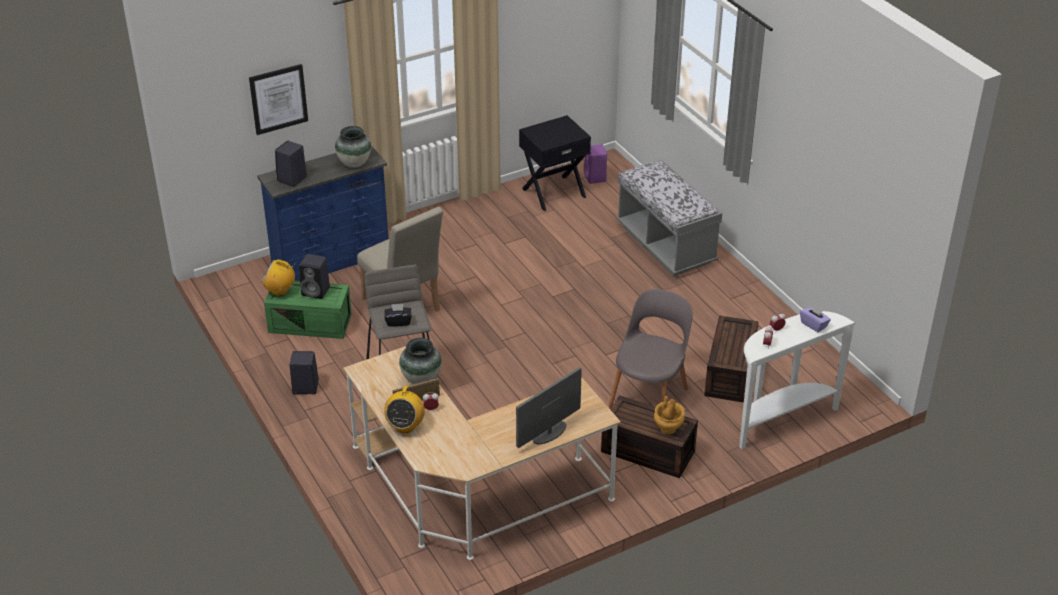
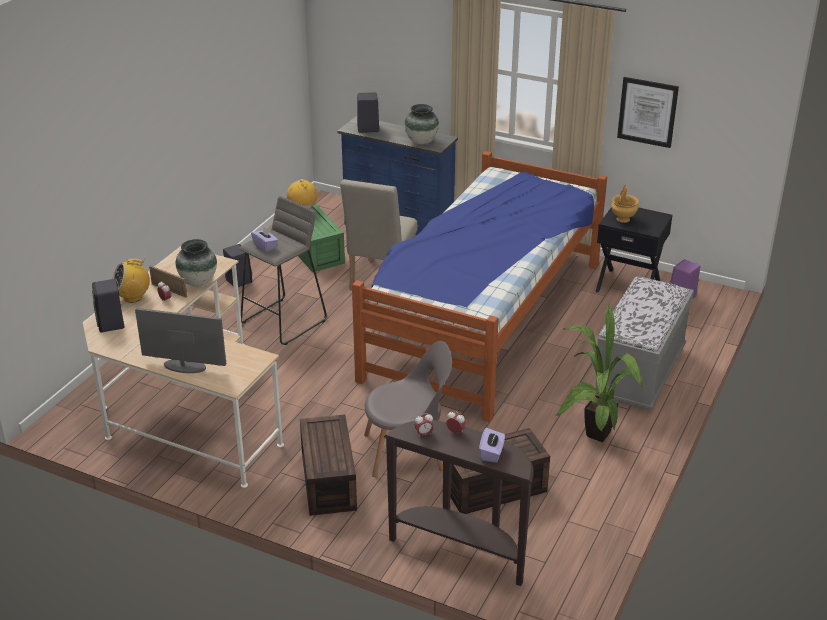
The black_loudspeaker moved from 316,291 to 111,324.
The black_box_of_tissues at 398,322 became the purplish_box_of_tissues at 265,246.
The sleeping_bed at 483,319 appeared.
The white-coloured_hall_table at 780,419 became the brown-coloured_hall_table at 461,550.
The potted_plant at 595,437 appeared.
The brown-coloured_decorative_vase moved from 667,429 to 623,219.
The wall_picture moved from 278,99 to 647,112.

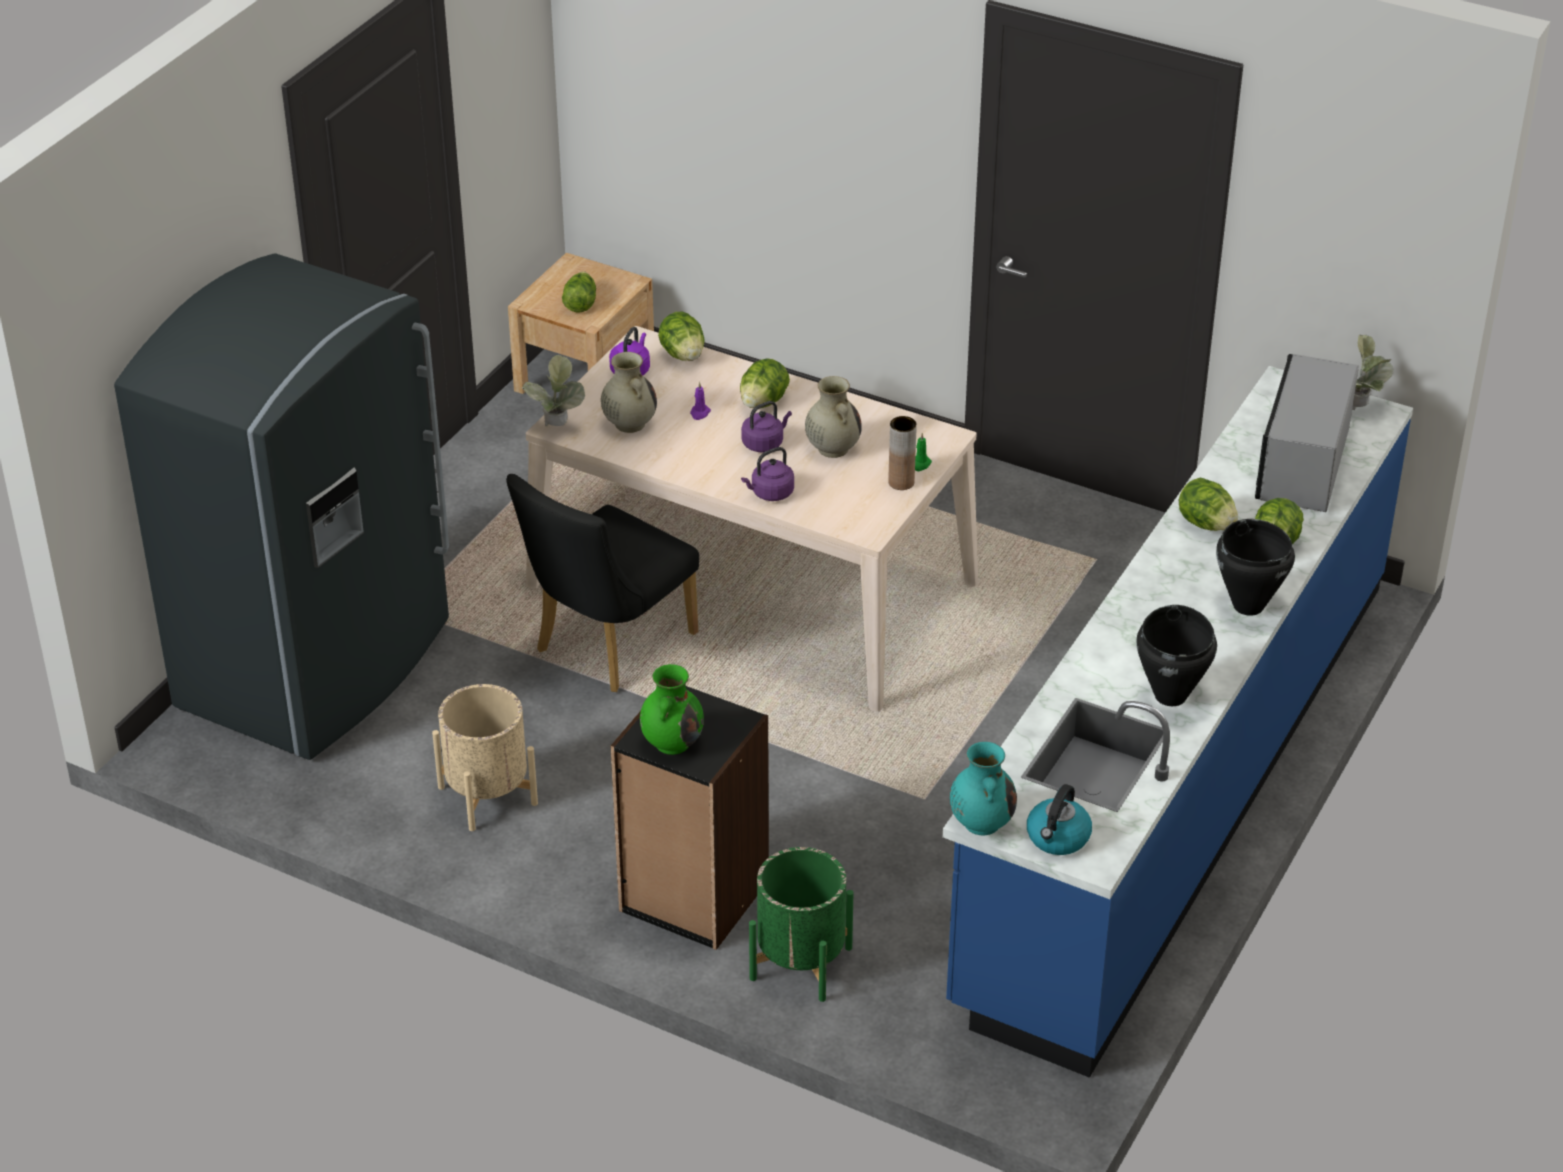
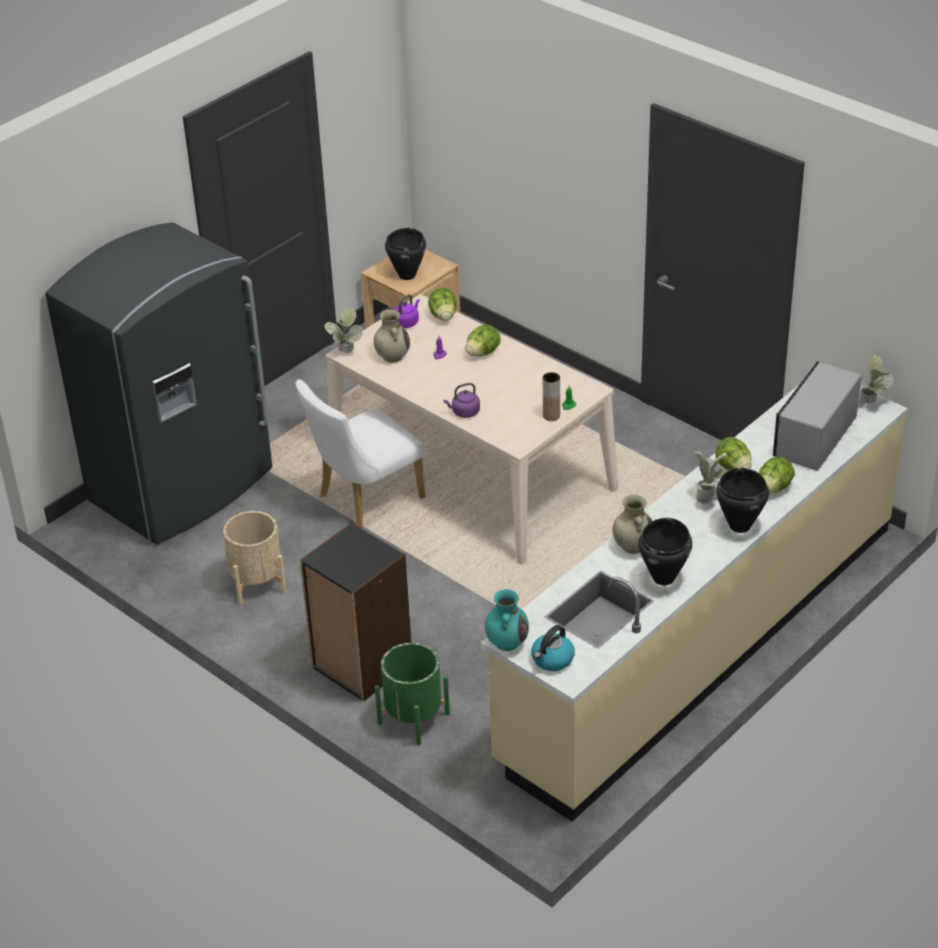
The black_chair at 607,647 became the white-coloured_chair at 364,499.
The lettuce at 580,302 was replaced by the black_stockpot at 406,275.
The blue-coloured_kitchen_counter at 1176,786 became the beige_kitchen_counter at 700,641.
The beige_decorative_vase moved from 832,448 to 632,545.
The potted_plant at 709,497 appeared.
The green-coloured_decorative_vase at 672,742 disappeared.
The purplish_water_kettle at 764,443 disappeared.

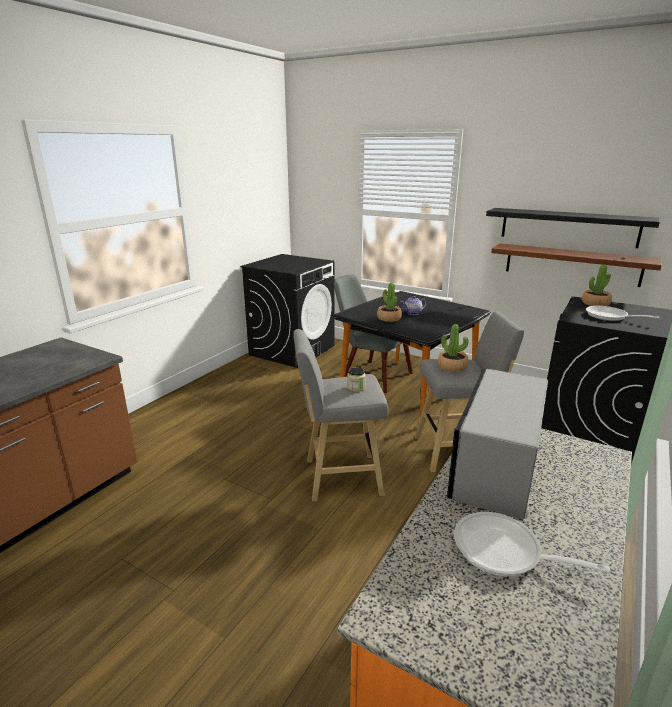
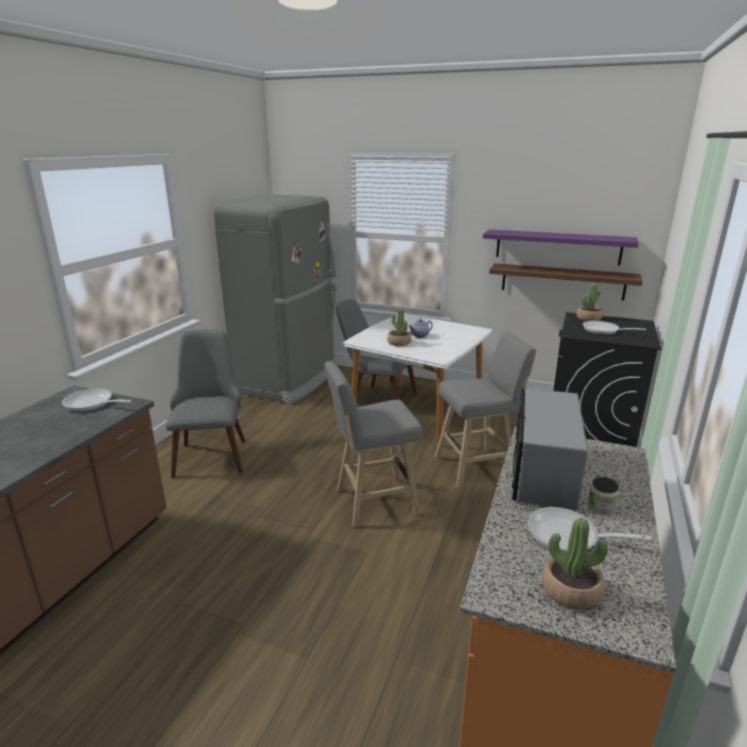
The frying_pan at 92,404 appeared.
The gray_chair at 212,452 appeared.
The black_laundry_machine at 292,350 was replaced by the gray_refrigerator at 289,379.
The black_dinner_table at 408,391 became the white-coloured_dinner_table at 417,413.
The black_wall_shelf at 568,227 became the purplish_wall_shelf at 557,247.
The potted_plant moved from 452,366 to 571,590.
The storage_jar moved from 356,387 to 601,507.

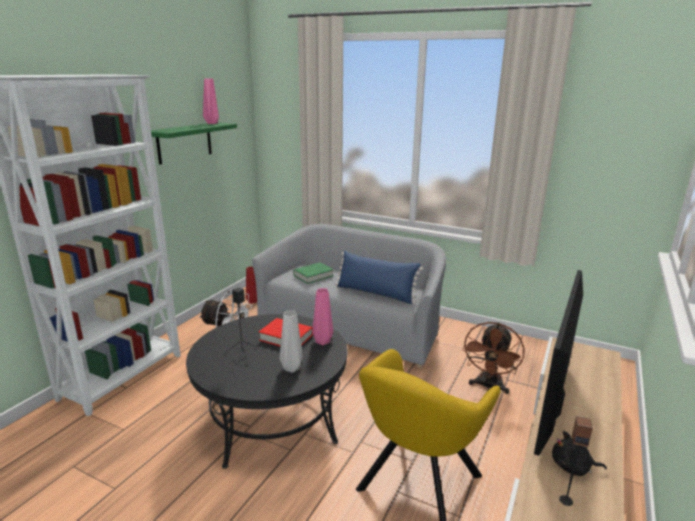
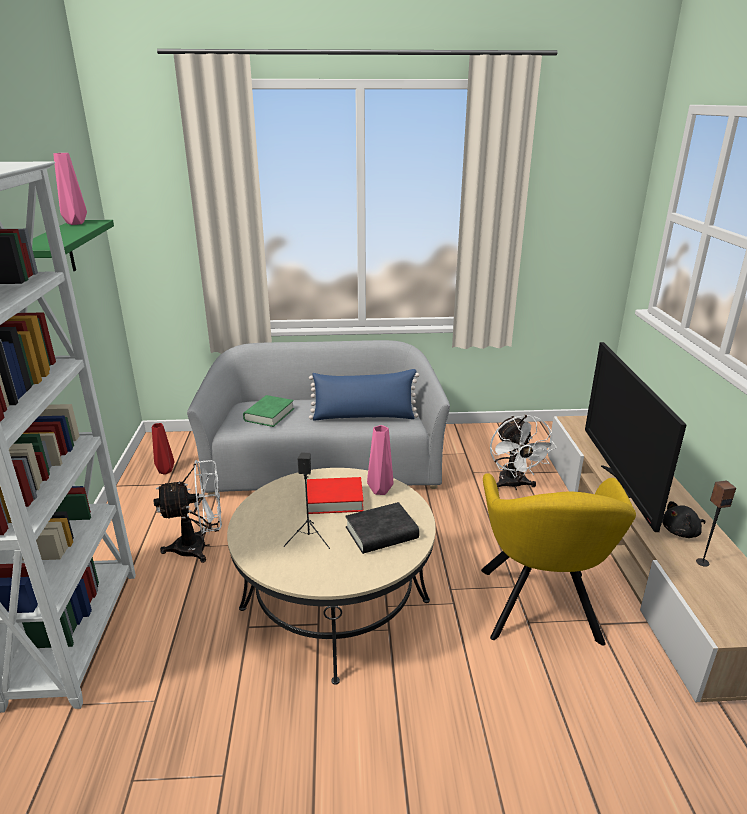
The black_low_table at 272,418 became the beige_low_table at 335,604.
The gray_decorative_vase at 290,368 was replaced by the black_bound_book at 381,533.
The brown-coloured_cooling_fan at 488,386 became the white-coloured_cooling_fan at 513,485.

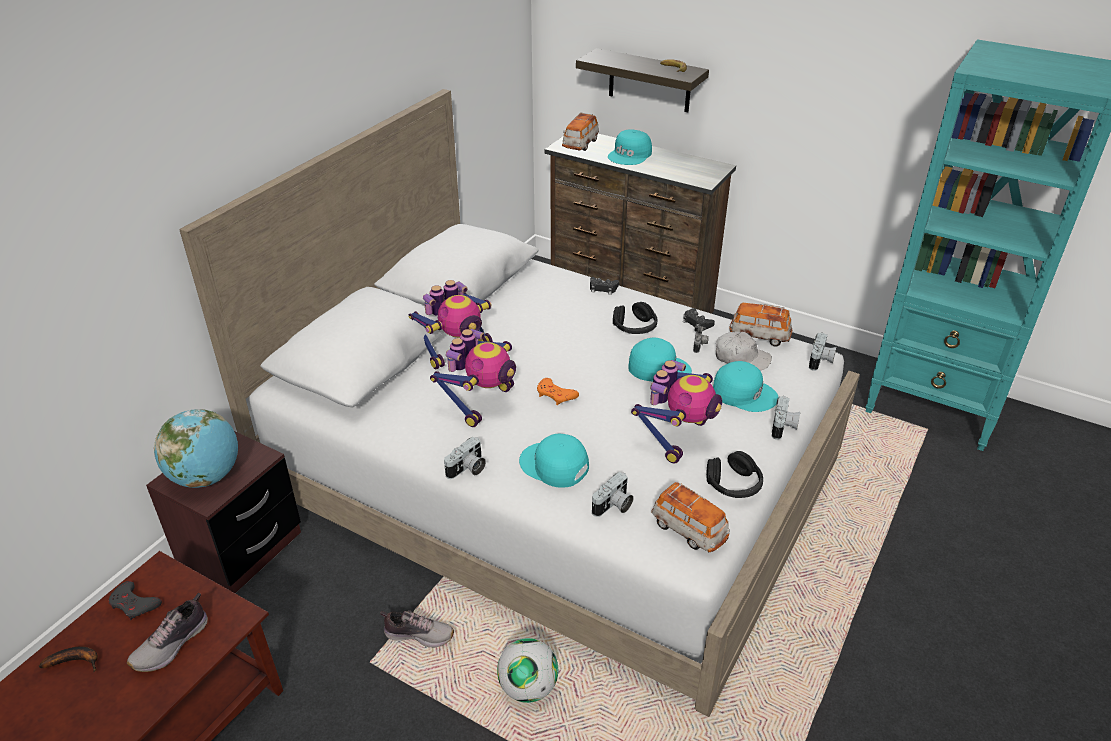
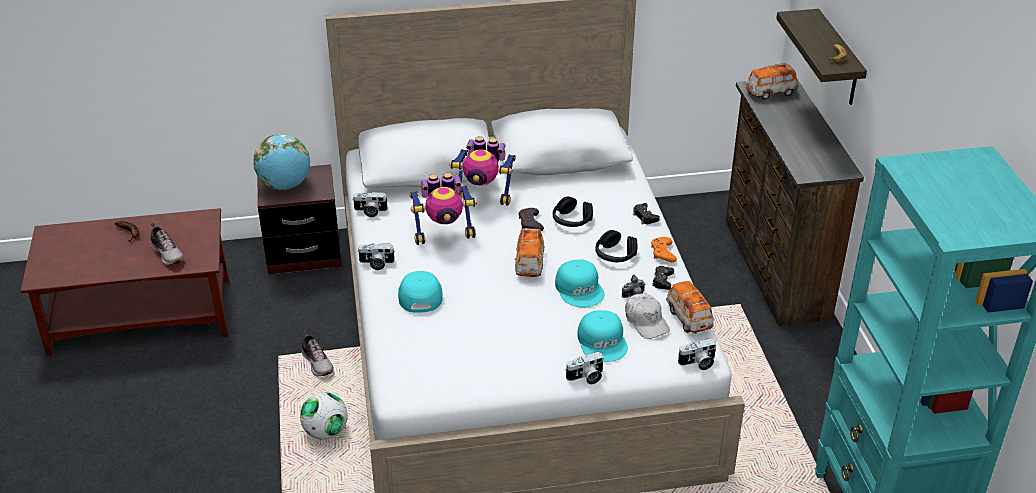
The item_of_footwear at 172,644 turned 120 degrees counterclockwise.
The photo_camera moved from 613,506 to 370,211.
The miniature_car moved from 689,530 to 529,264.
The gray_game_controller moved from 134,604 to 530,223.
The black_headphones moved from 733,485 to 572,220.
The orange-coloured_game_controller moved from 556,395 to 663,252.
The turquoise-coloured_cap at 630,155 disappeared.
The robot_figure at 677,436 disappeared.

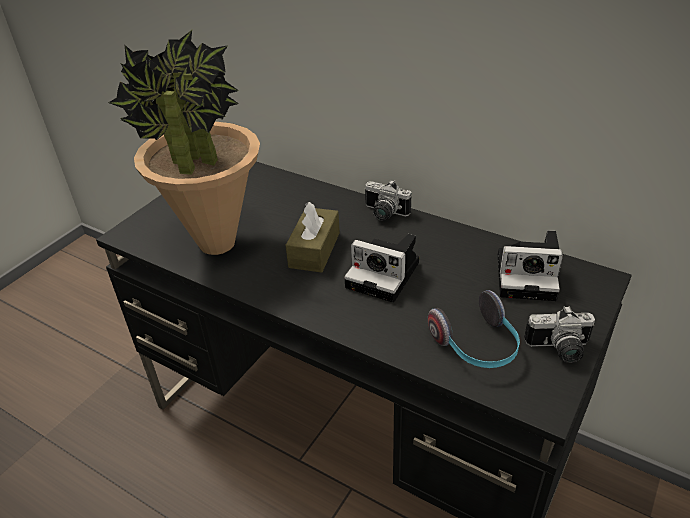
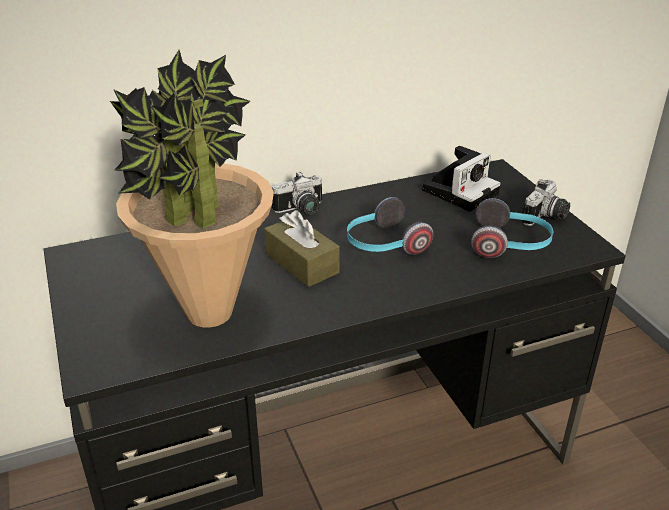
The photo_camera at 386,275 was replaced by the headphones at 384,245.

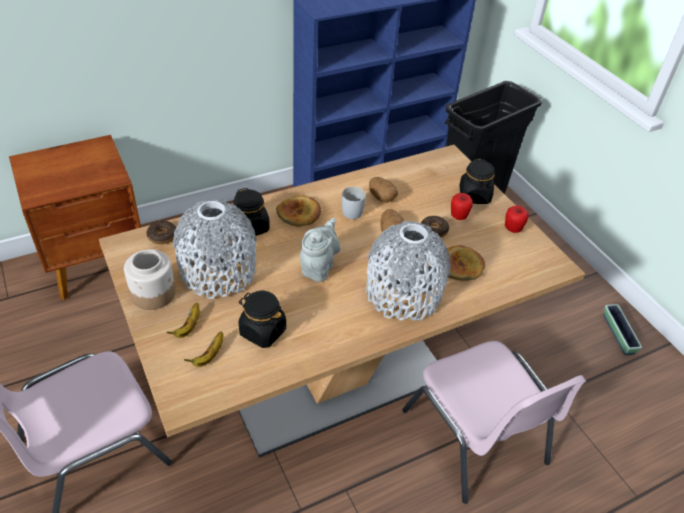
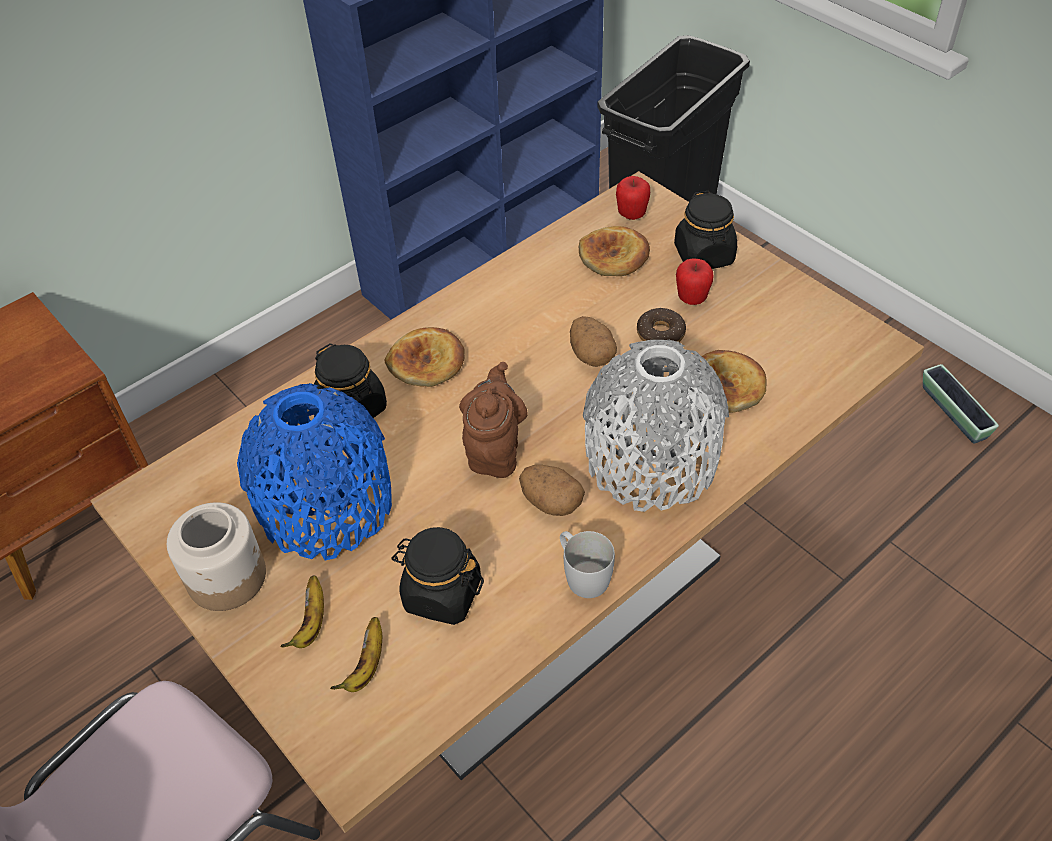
The gray_decorative_vase at 218,272 became the blue-coloured_decorative_vase at 326,506.
The gray_pot_for_tea at 318,267 became the brown-coloured_pot_for_tea at 494,450.
The whole_potato moved from 381,197 to 551,502.
The white-coloured_mug moved from 350,210 to 582,574.
The bread at 614,256 appeared.
The apple_fruit moved from 512,229 to 631,215.
The ring_doughnut at 162,236 disappeared.
The pink_chair at 476,438 disappeared.

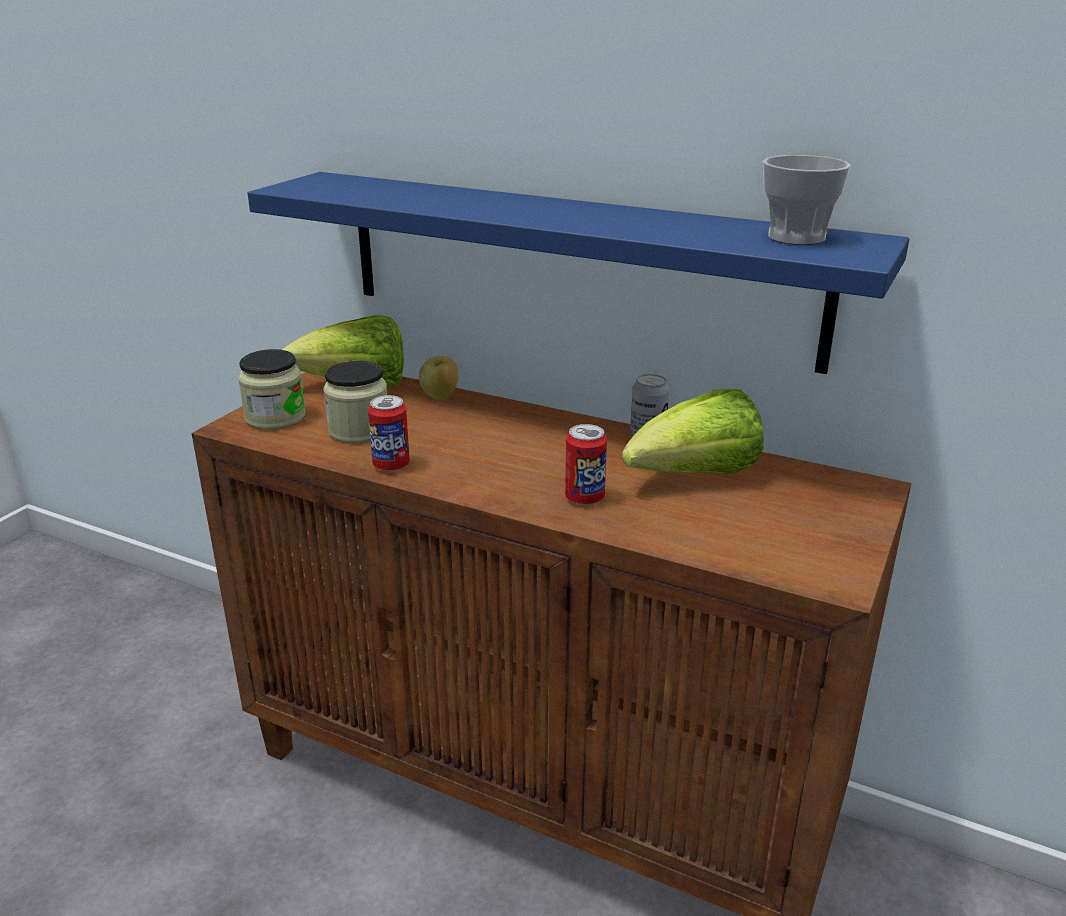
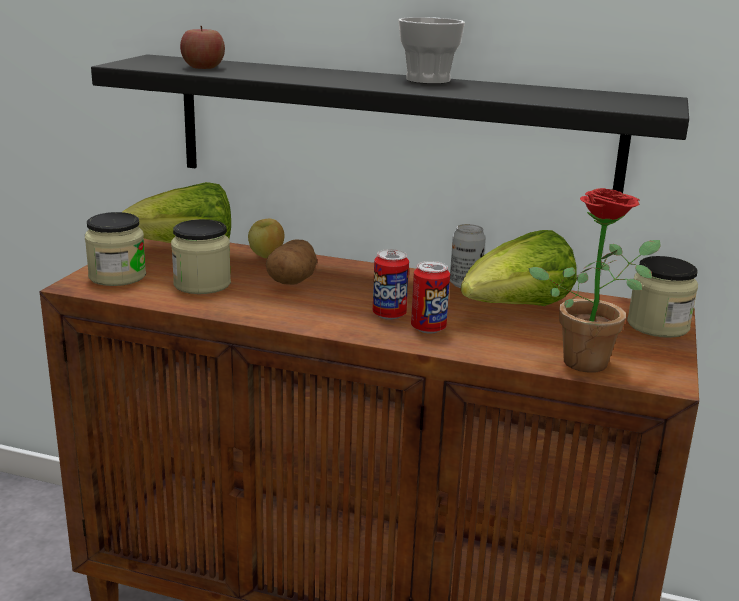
The blue-coloured_wall_shelf at 573,266 became the black_wall_shelf at 392,133.
The apple_fruit at 203,67 appeared.
The whole_potato at 292,281 appeared.
The metal_can moved from 391,465 to 389,315.
The small_cup moved from 796,237 to 428,80.
The potted_plant at 590,359 appeared.
The storage_jar at 658,325 appeared.

